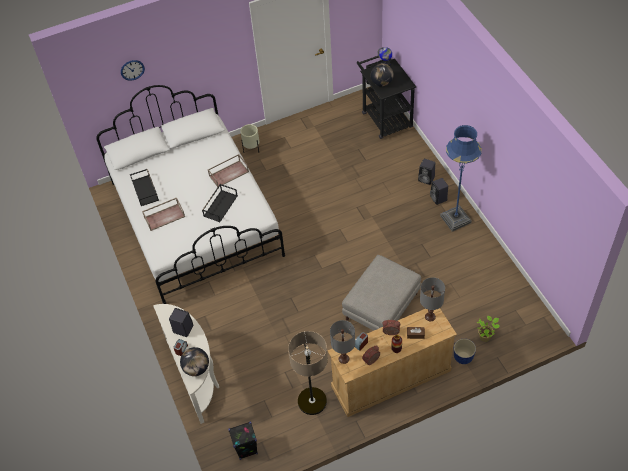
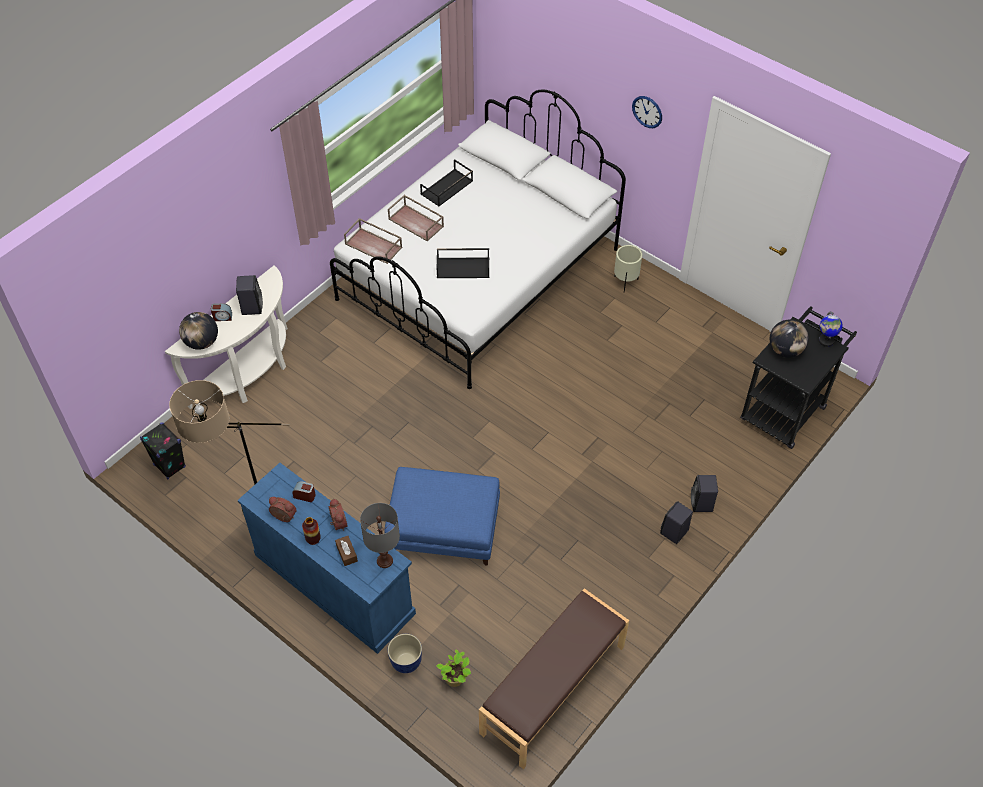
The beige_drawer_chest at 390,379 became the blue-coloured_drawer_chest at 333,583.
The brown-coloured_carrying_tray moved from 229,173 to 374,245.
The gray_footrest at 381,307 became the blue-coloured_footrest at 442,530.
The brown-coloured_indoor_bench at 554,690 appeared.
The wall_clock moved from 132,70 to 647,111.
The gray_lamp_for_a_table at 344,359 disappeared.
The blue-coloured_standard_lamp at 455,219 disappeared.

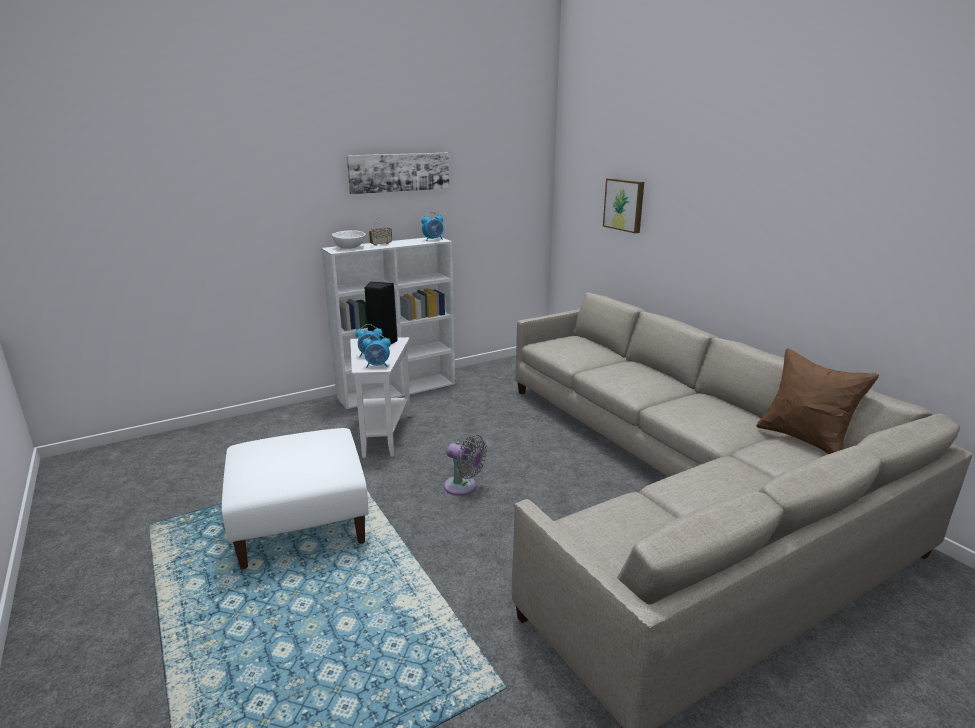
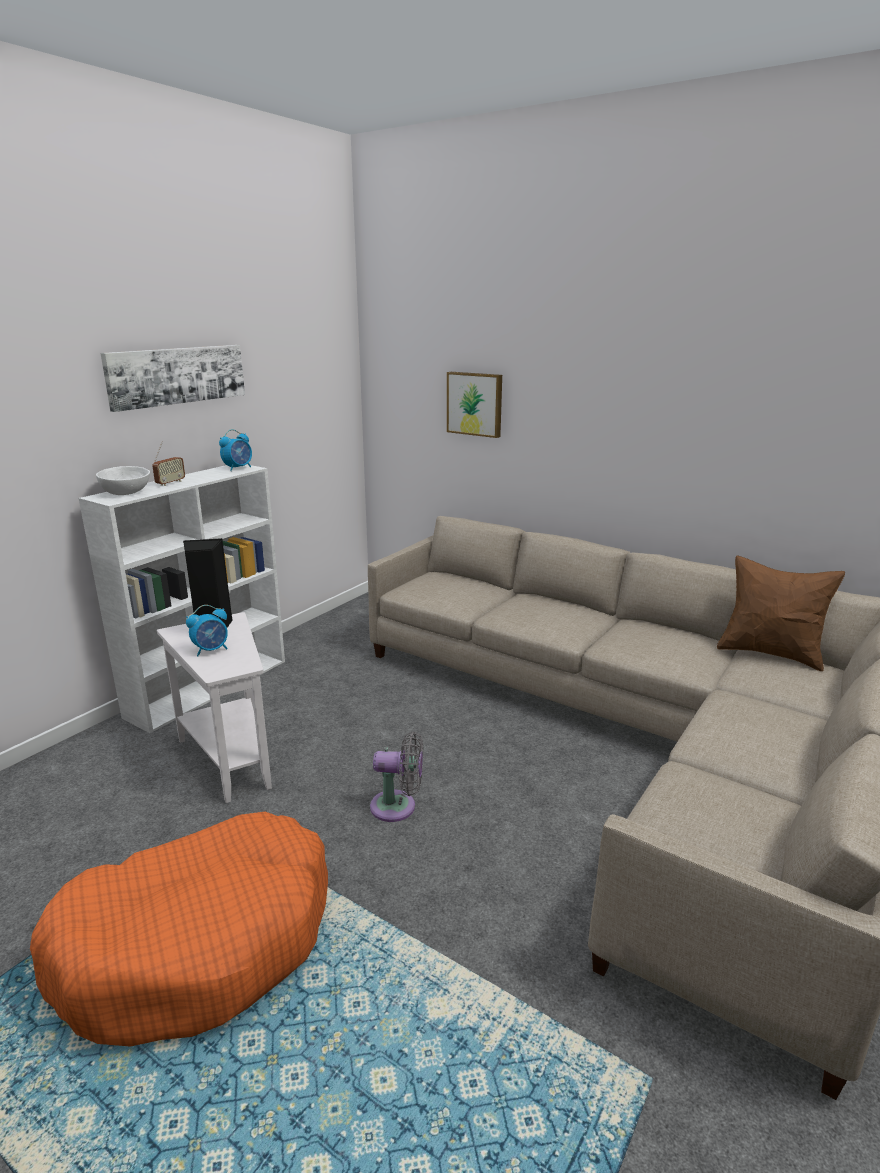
The white-coloured_footrest at 300,524 was replaced by the orange-coloured_dog_cushion at 200,942.
The bedside_clock at 377,366 disappeared.

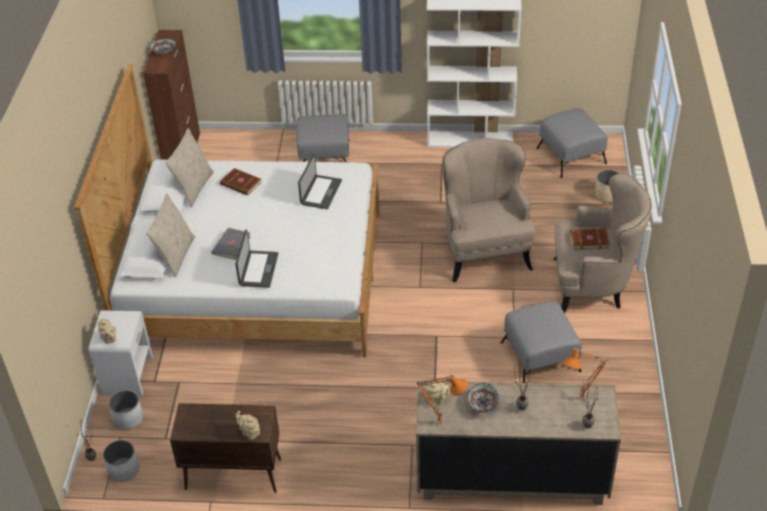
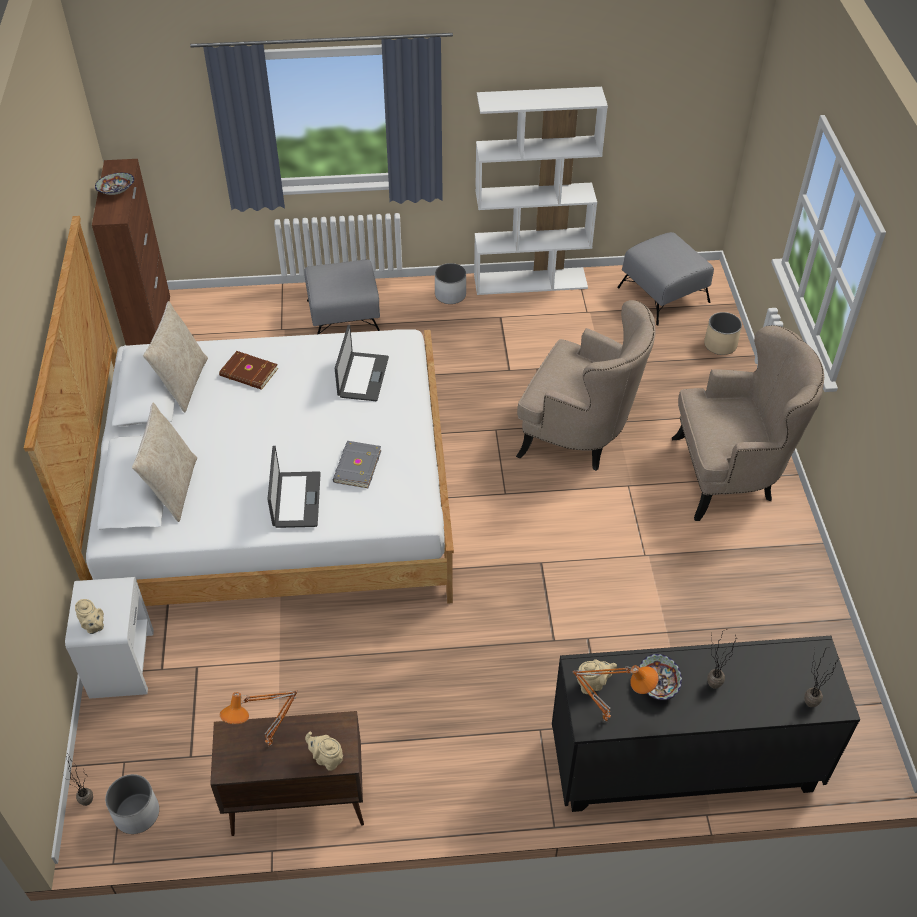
The orange-coloured_lamp_for_a_table moved from 582,400 to 271,747.
The gray_bound_book moved from 230,245 to 356,466.
The white-coloured_planter moved from 128,419 to 450,295.
The beige_lounge_chair at 484,252 turned 135 degrees clockwise.
The beige_drawer_chest at 511,476 became the black_drawer_chest at 684,762.
The gray_footrest at 540,356 disappeared.
The brown-coloured_bound_book at 588,240 disappeared.

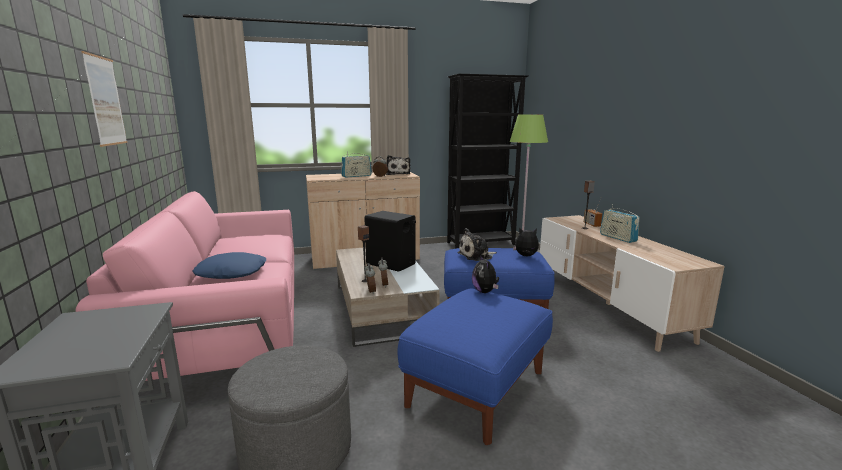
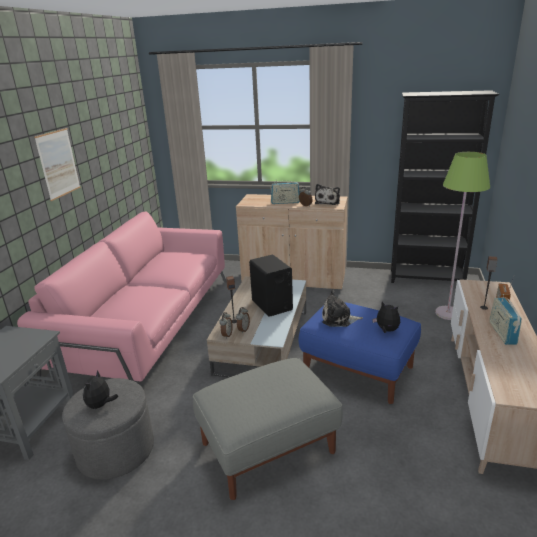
The soft_toy moved from 485,291 to 101,405.
The blue-coloured_footrest at 476,388 became the gray_footrest at 267,447.
The blue-coloured_pillow at 232,272 disappeared.

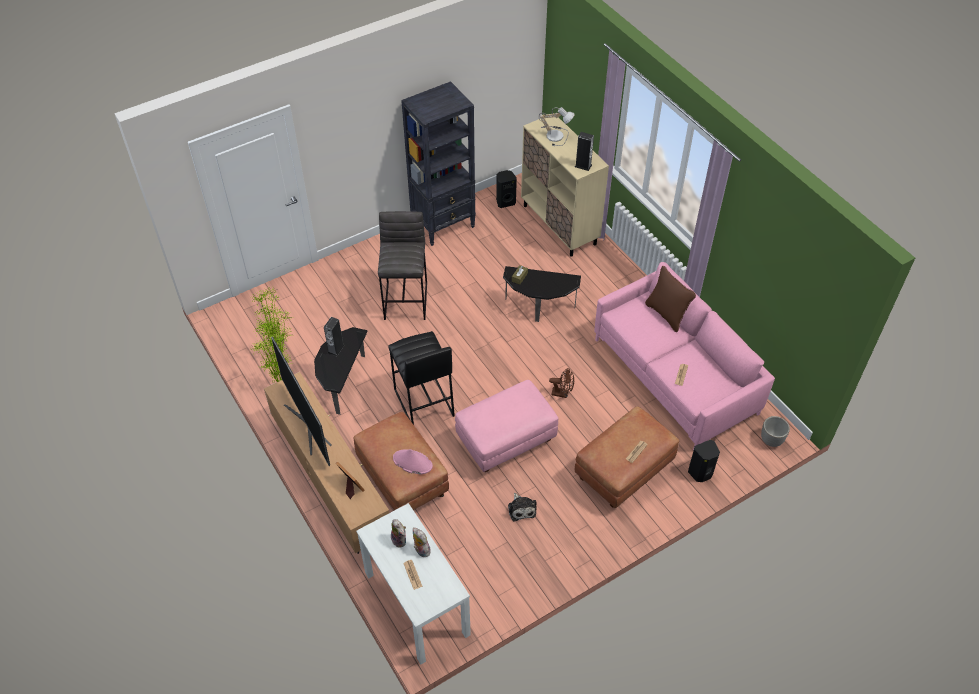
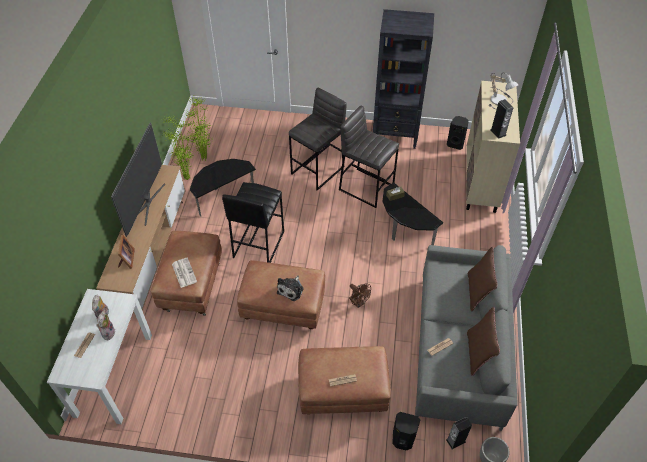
The pink_clothing_hat at 412,462 was replaced by the printed_paper at 184,272.
The pink_footrest at 506,442 became the brown-coloured_footrest at 283,309.
The soft_toy moved from 521,509 to 291,289.
The gray_stool_seat at 366,187 appeared.
The pink_couch at 675,376 became the gray_couch at 458,350.
The loudspeaker moved from 336,349 to 456,441.
The brown-coloured_pillow at 477,353 appeared.

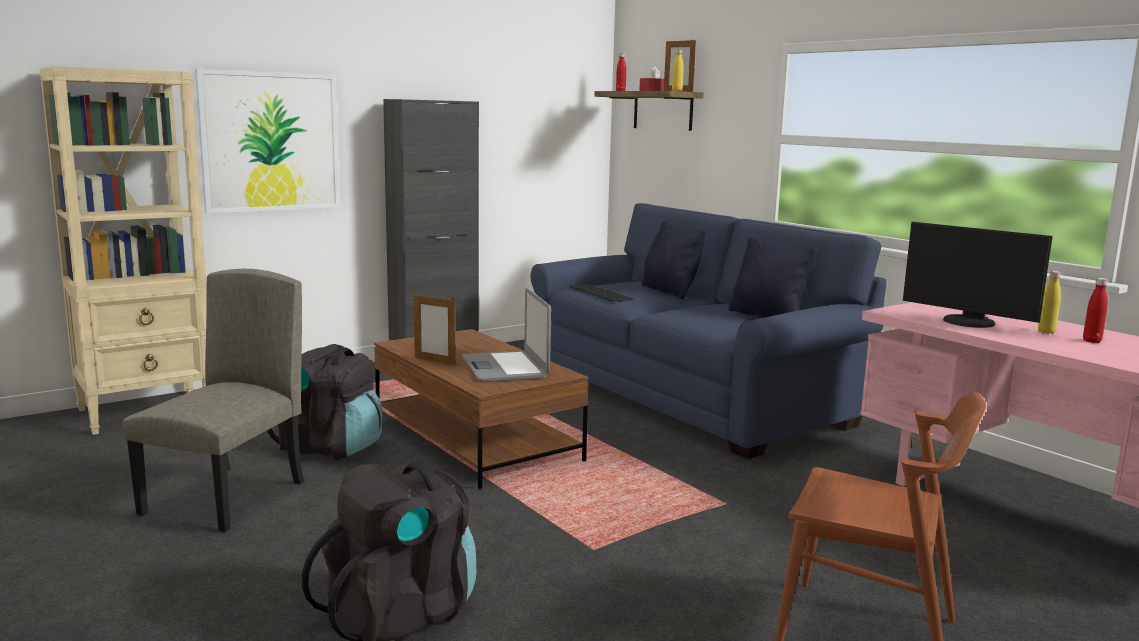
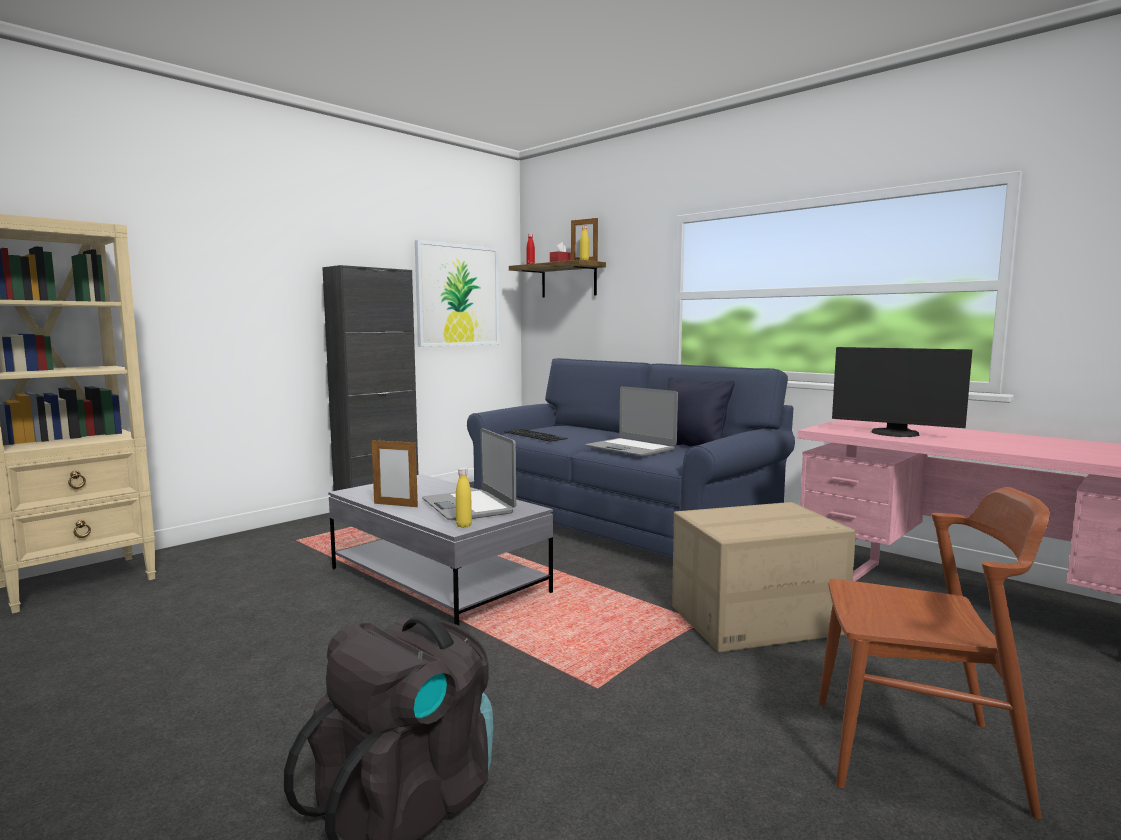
The brown-coloured_low_table at 475,439 became the gray_low_table at 438,580.
The wall_picture moved from 270,142 to 458,295.
The yellow_bottle moved from 1046,332 to 464,525.
The portable_computer at 630,448 appeared.
The packing_box at 756,621 appeared.
The beige_chair at 226,498 disappeared.
The black_backpack at 330,447 disappeared.
The black_pillow at 670,292 disappeared.
The red-coloured_bottle at 1091,341 disappeared.

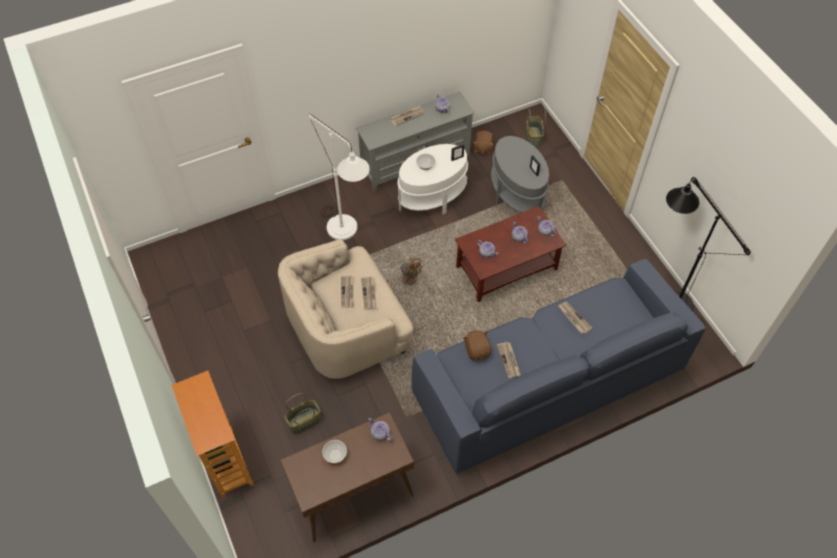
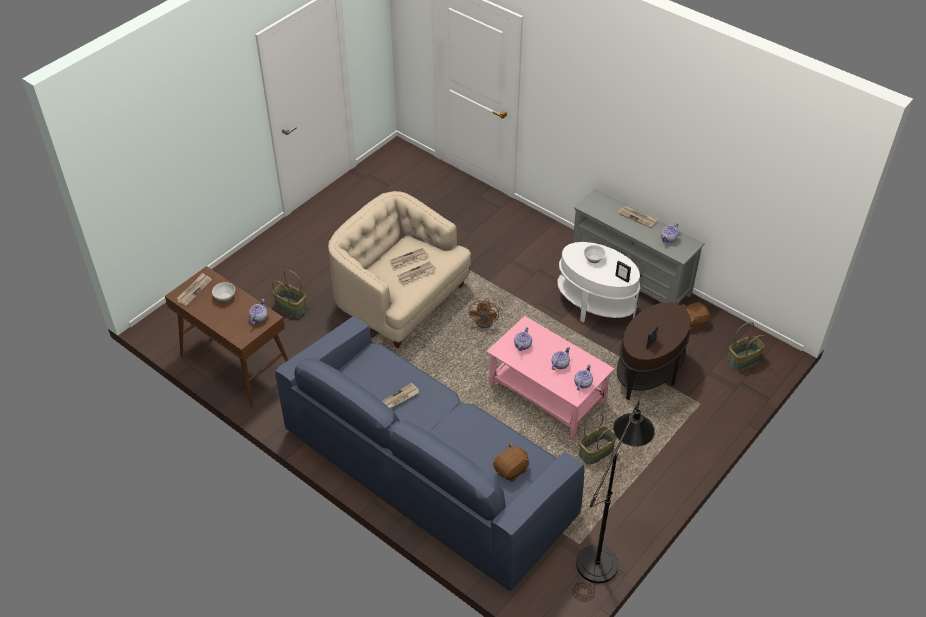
The printed_paper moved from 573,318 to 194,290.
The brown-coloured_low_table at 506,268 became the pink_low_table at 546,393.
The brown-coloured_soft_toy moved from 477,350 to 511,470.
The storage_basket at 596,453 appeared.
The gray_accent_table at 516,195 became the brown-coloured_accent_table at 649,371.
The bookshelf at 226,463 disappeared.
The white-coloured_standard_lamp at 347,234 disappeared.

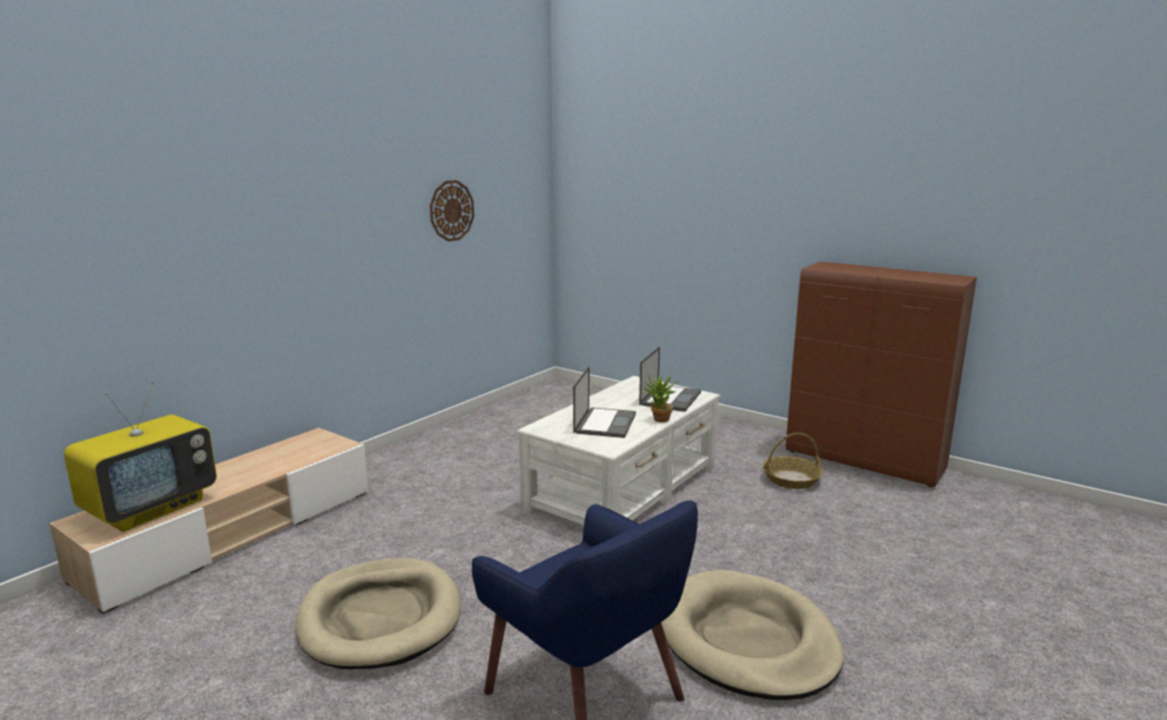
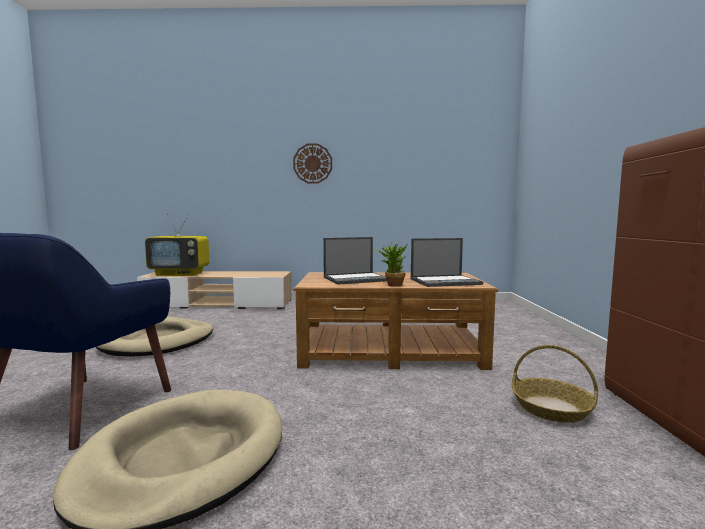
The wall_clock moved from 451,210 to 312,163.
The white-coloured_low_table at 624,488 became the brown-coloured_low_table at 391,351.

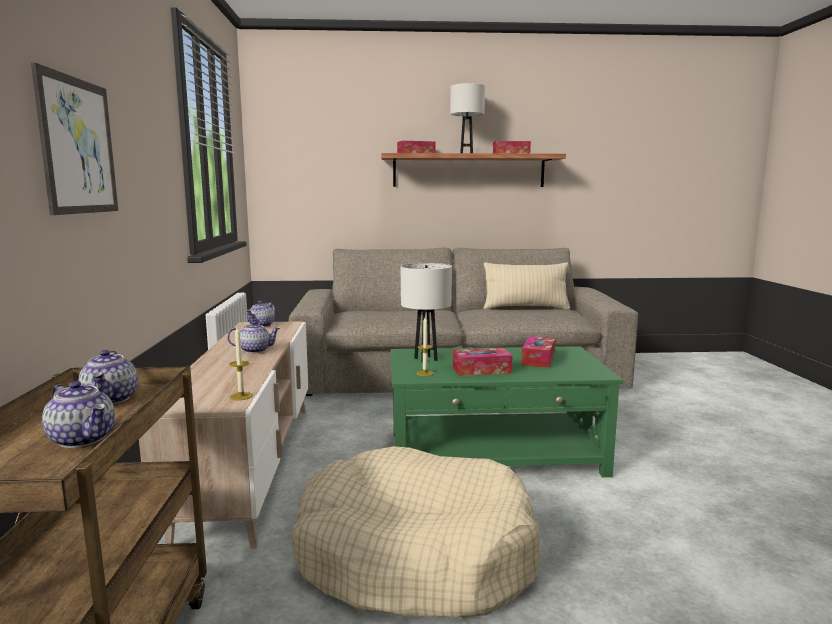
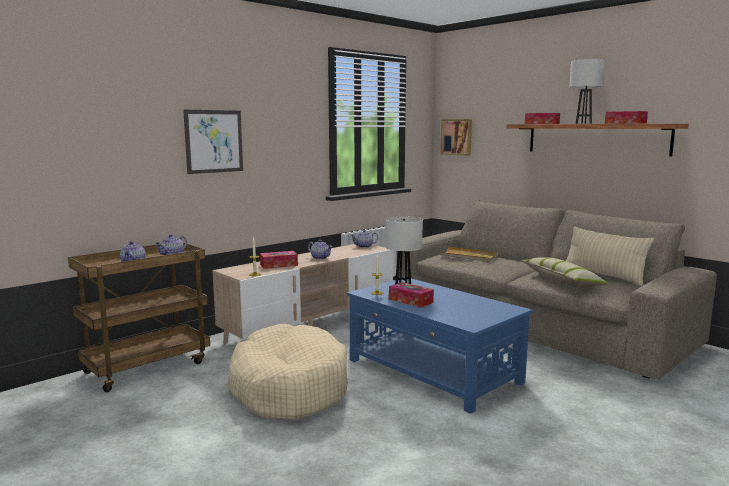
The box_of_tissues moved from 538,359 to 279,265.
The green-coloured_low_table at 495,453 became the blue-coloured_low_table at 433,371.
The beige_carrying_tray at 468,256 appeared.
The wall_picture at 457,137 appeared.
The pillow at 562,281 appeared.

